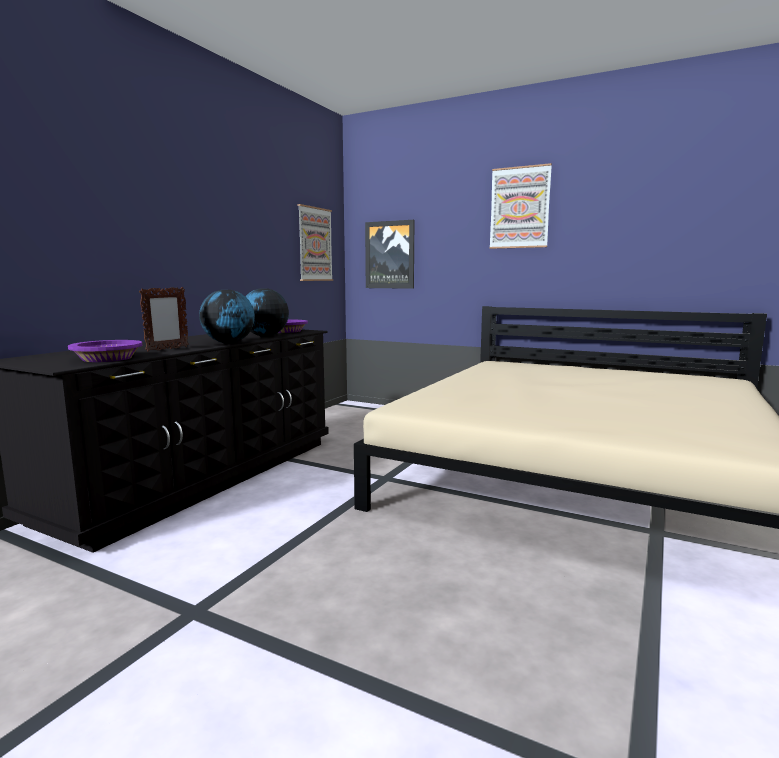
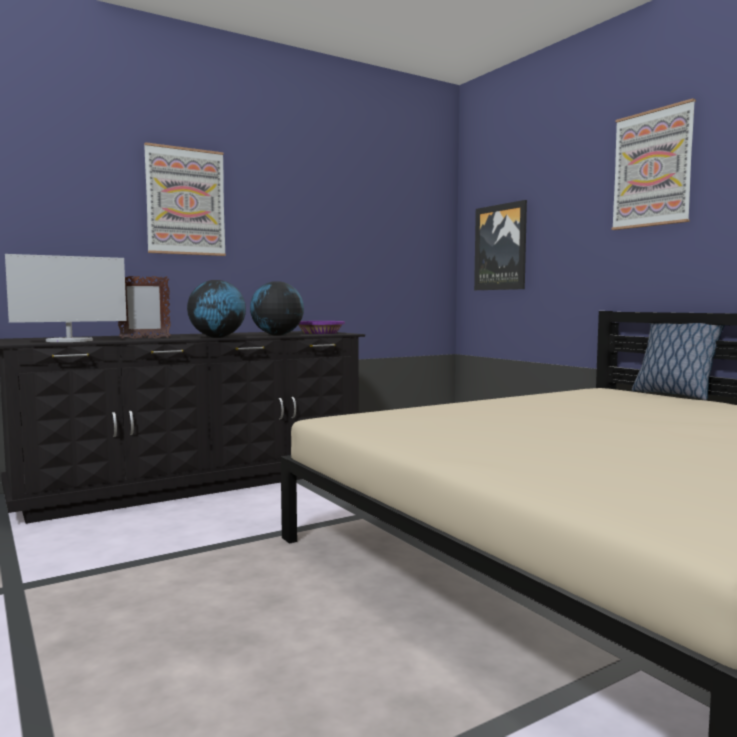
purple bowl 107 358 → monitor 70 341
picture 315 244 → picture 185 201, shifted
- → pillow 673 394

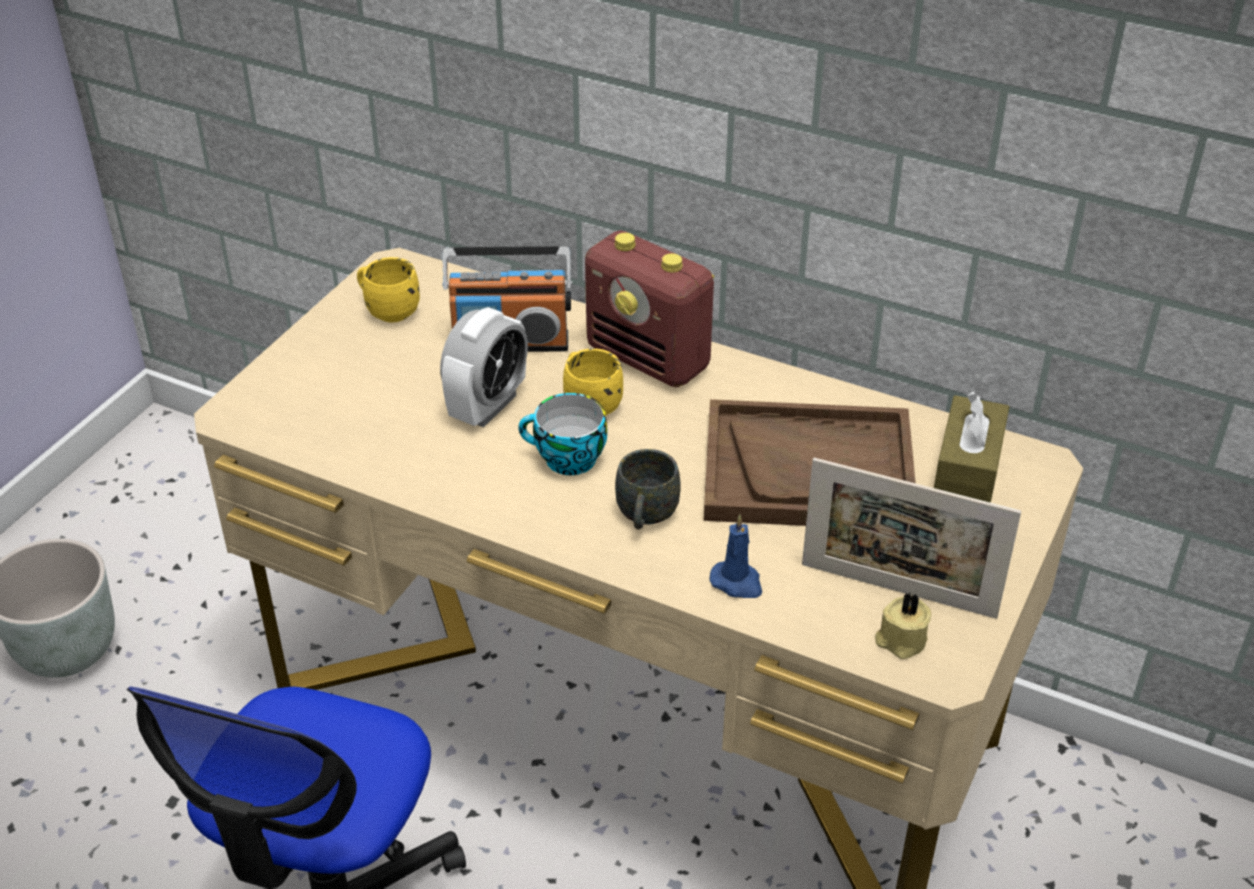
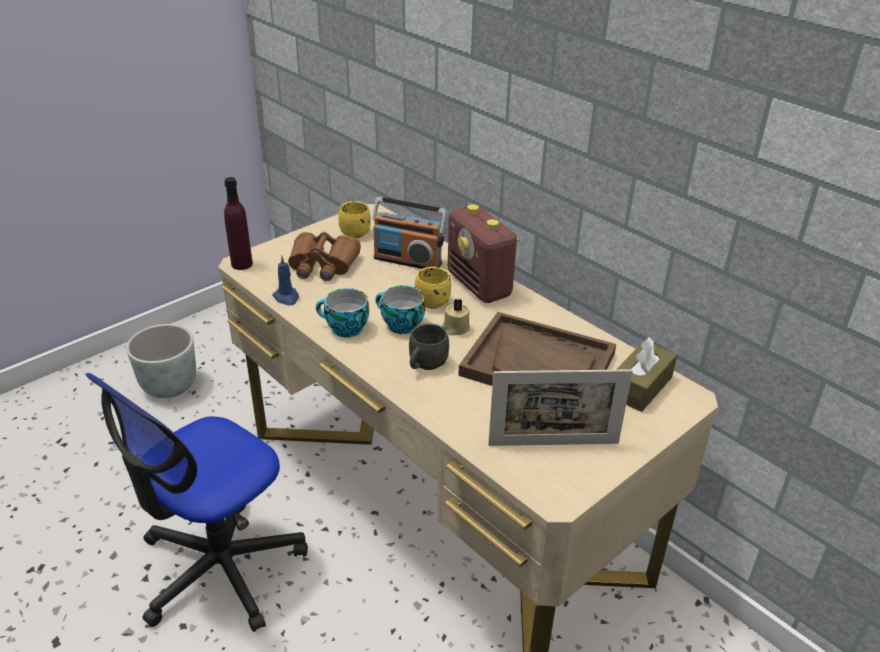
- → purple bottle 242 264
blue candle 737 582 → blue candle 286 298, shifted
- → brown binoculars 322 265
- → cup 344 329
beige candle 900 640 → beige candle 455 328, shifted
picture frame 898 590 → picture frame 553 444, 45 degrees counterclockwise
alarm clock 488 406 → -

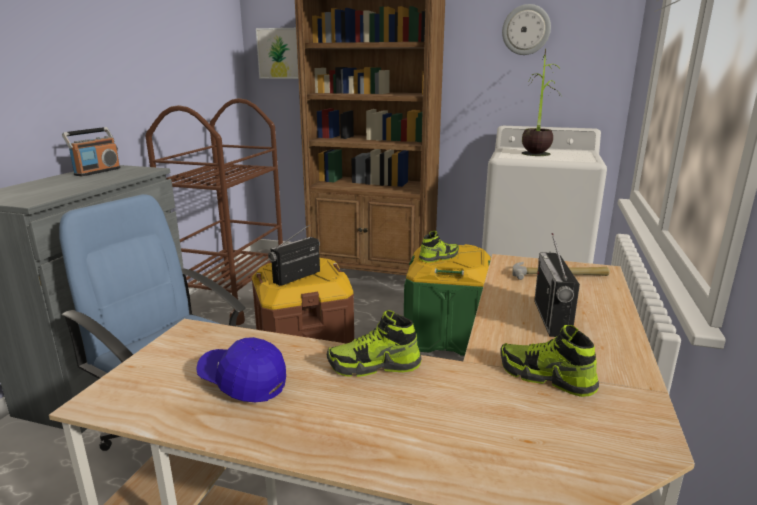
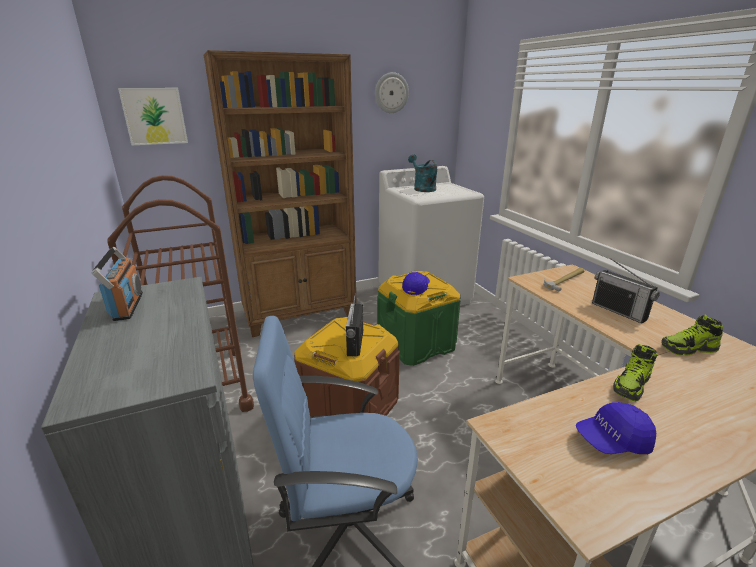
shoe 438 257 → blue cap 416 288
potted plant 536 151 → turquoise watering can 422 188

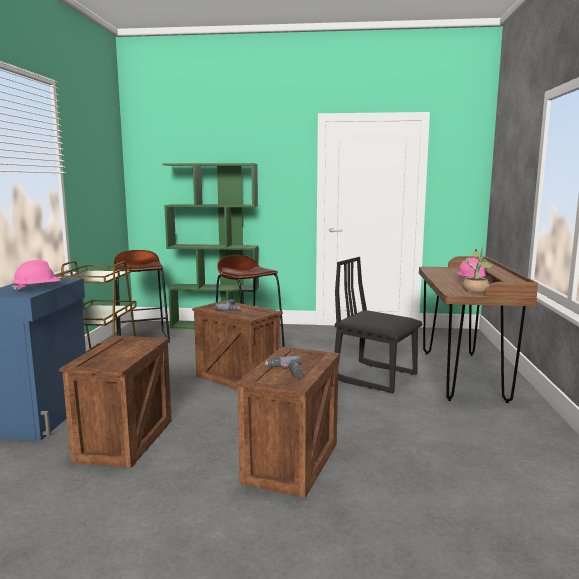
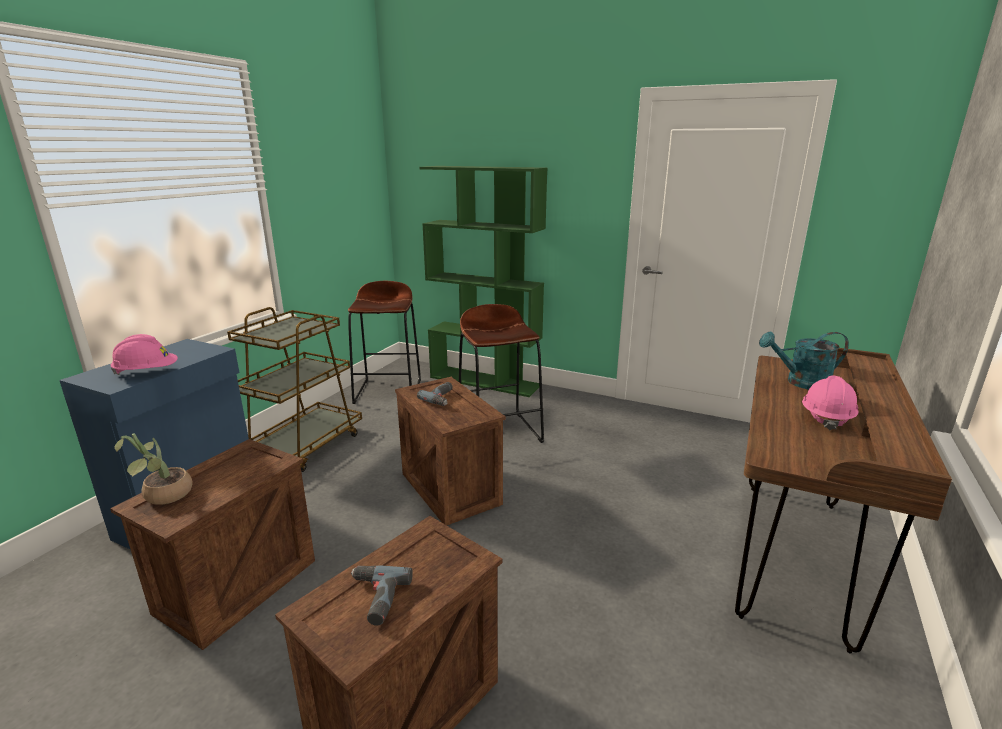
potted plant 476 290 → potted plant 163 497, shifted
- → turquoise watering can 801 383
black chair 375 377 → -

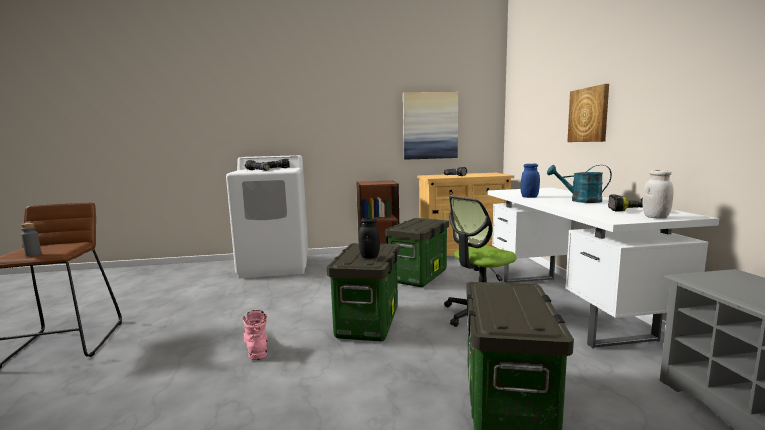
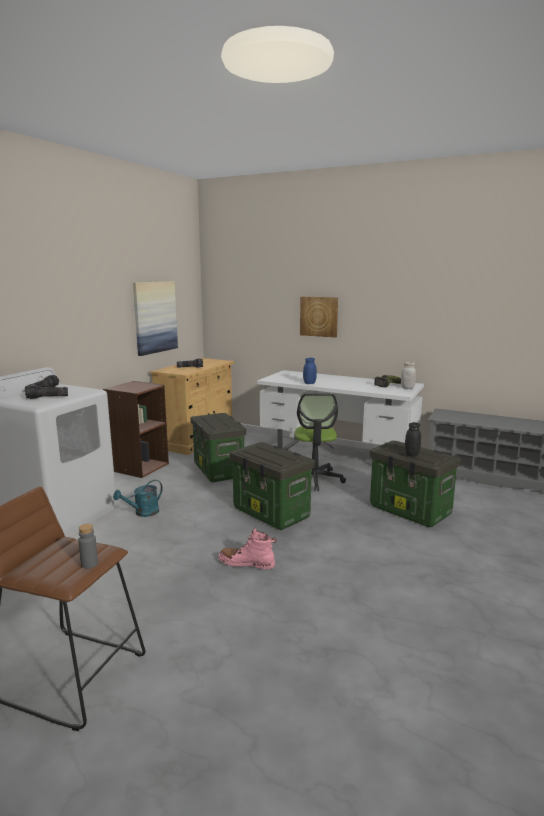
turquoise watering can 580 201 → turquoise watering can 142 513, shifted
black jar 369 256 → black jar 412 454, shifted

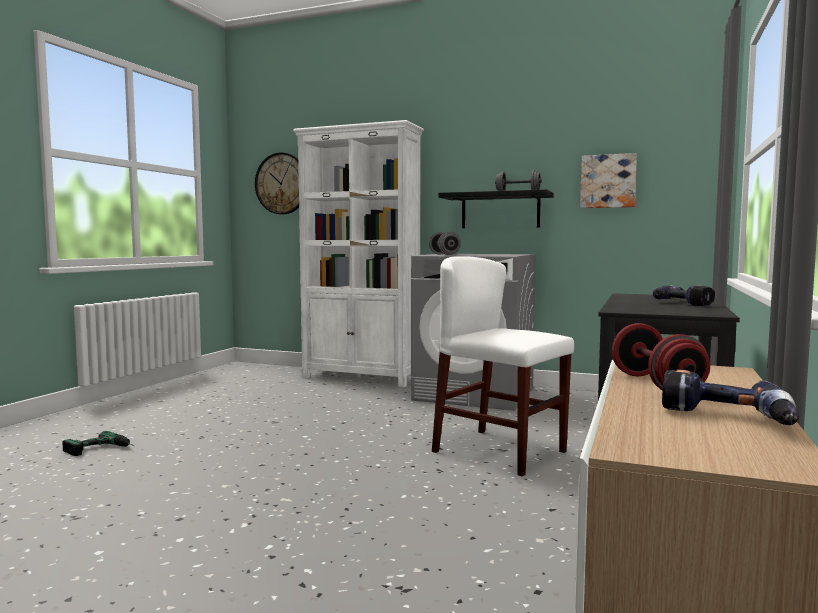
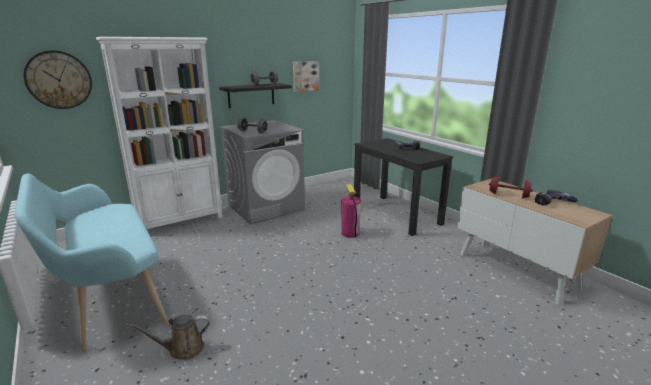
- → turquoise bench 108 297
power drill 101 450 → brown watering can 183 349
white chair 499 451 → fire extinguisher 350 233

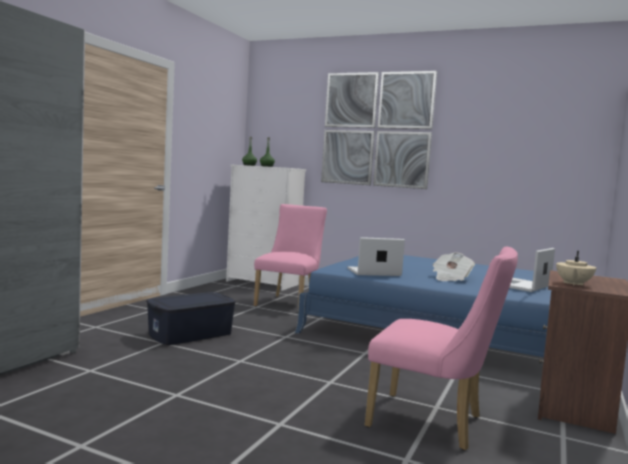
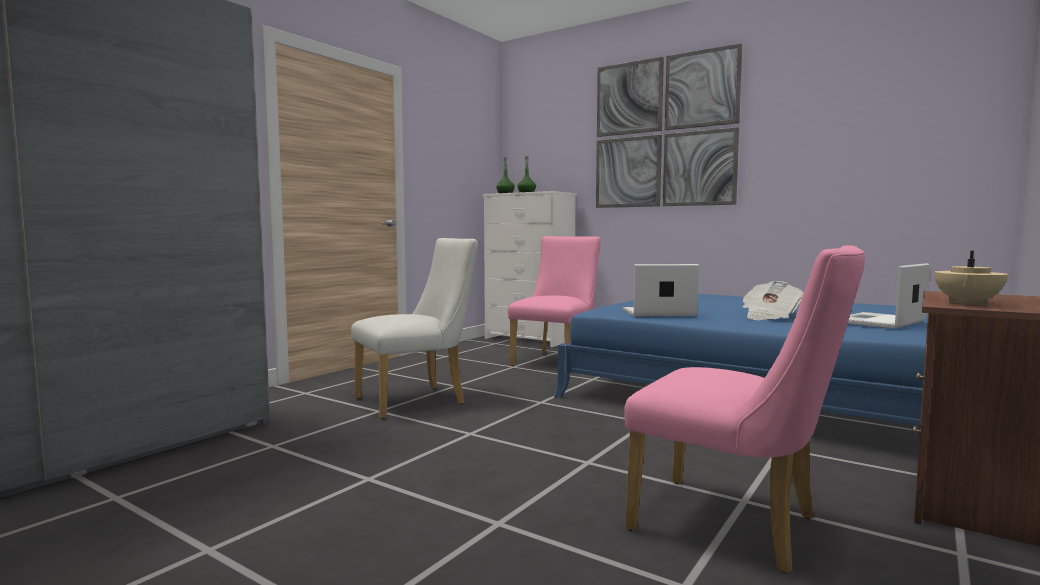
blue storage box 191 334 → white chair 418 400

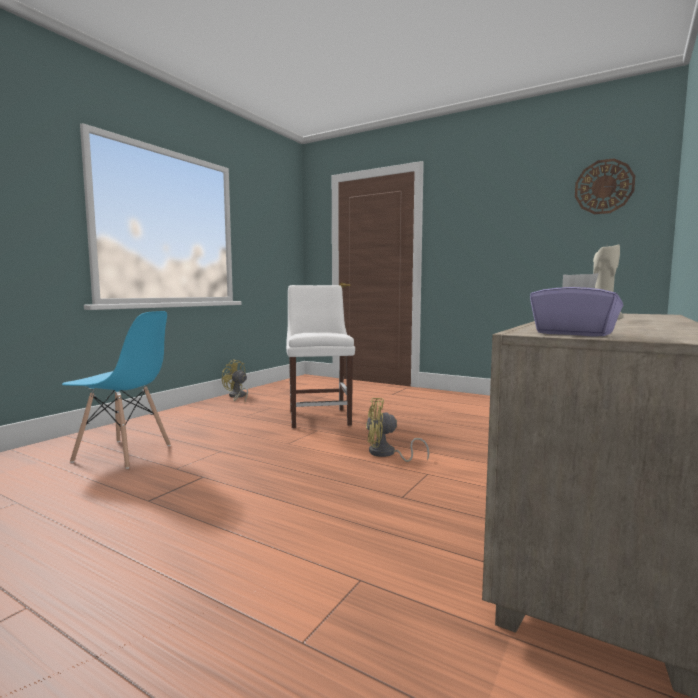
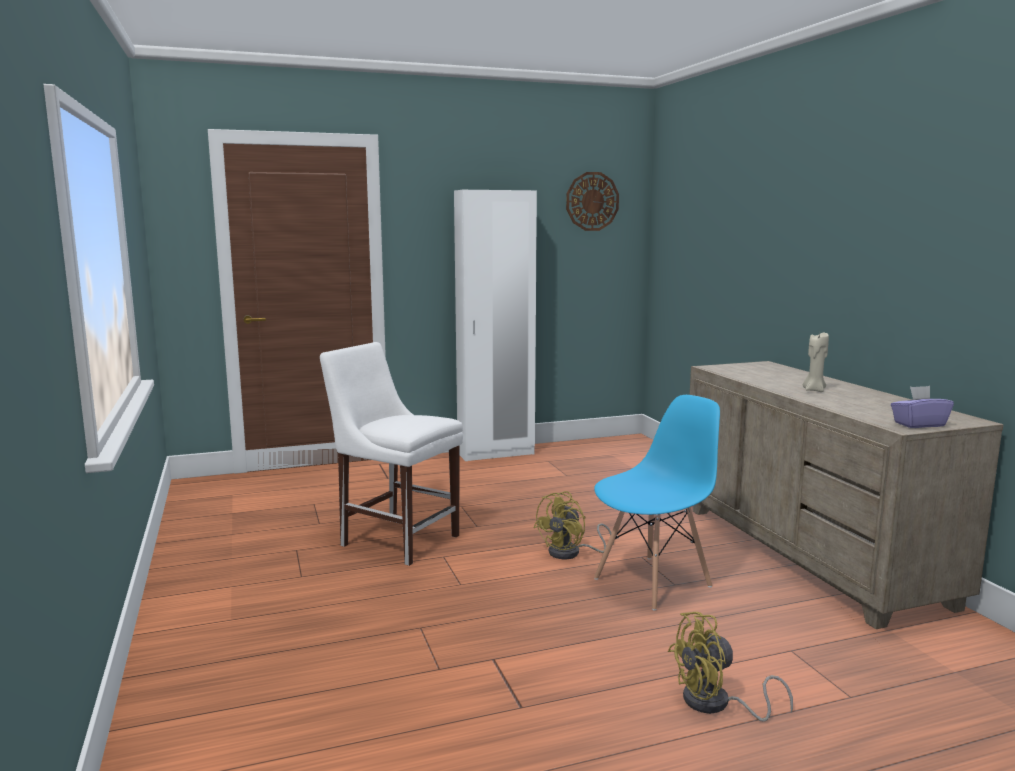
- → white wardrobe 496 454
blue chair 123 454 → blue chair 653 582, shifted
yellow fan 237 396 → yellow fan 716 704, shifted

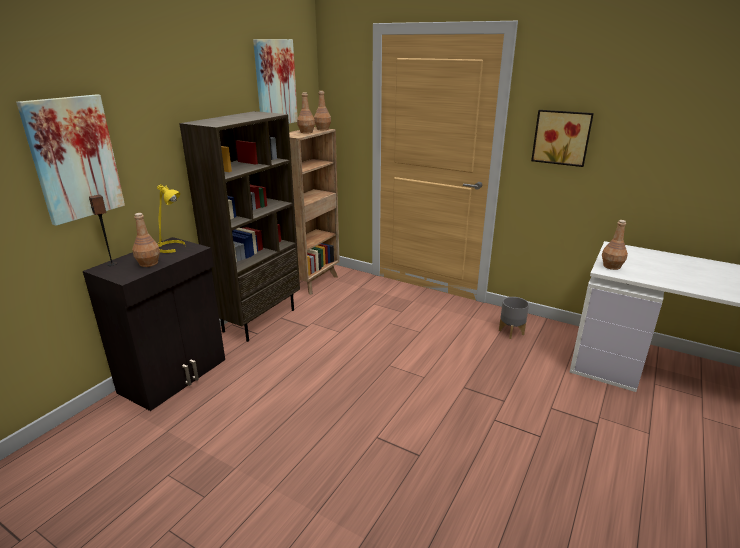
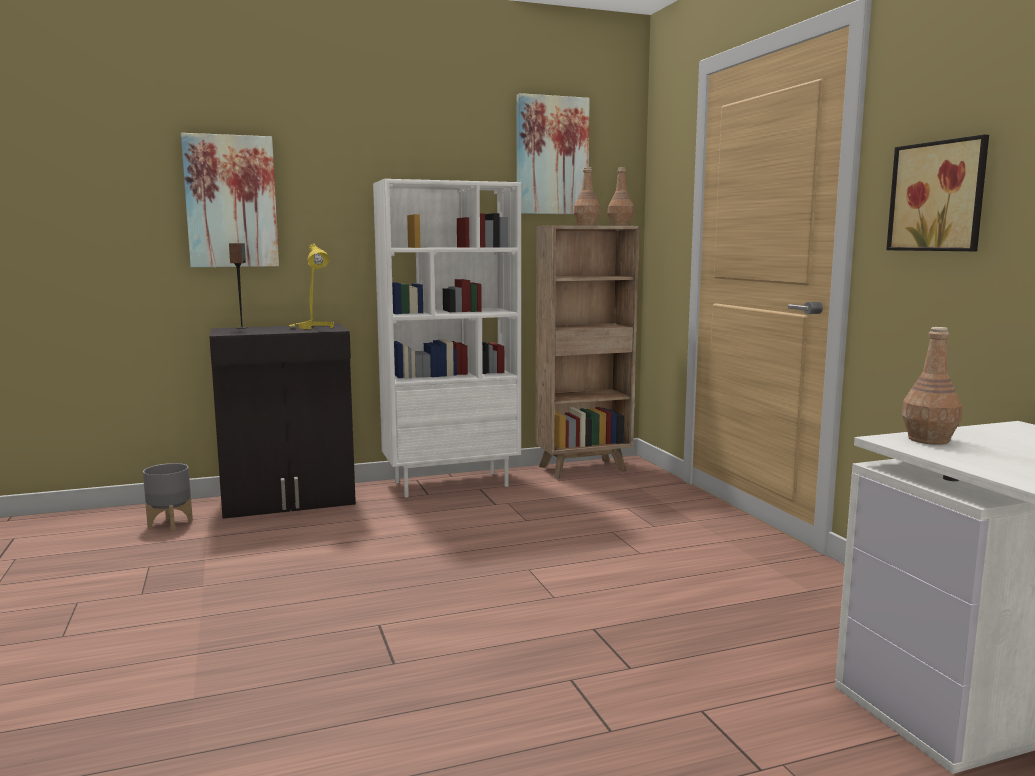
grey planter 511 332 → grey planter 171 524, shifted
brown bookcase 259 320 → white bookcase 451 484
brown bottle 148 263 → -

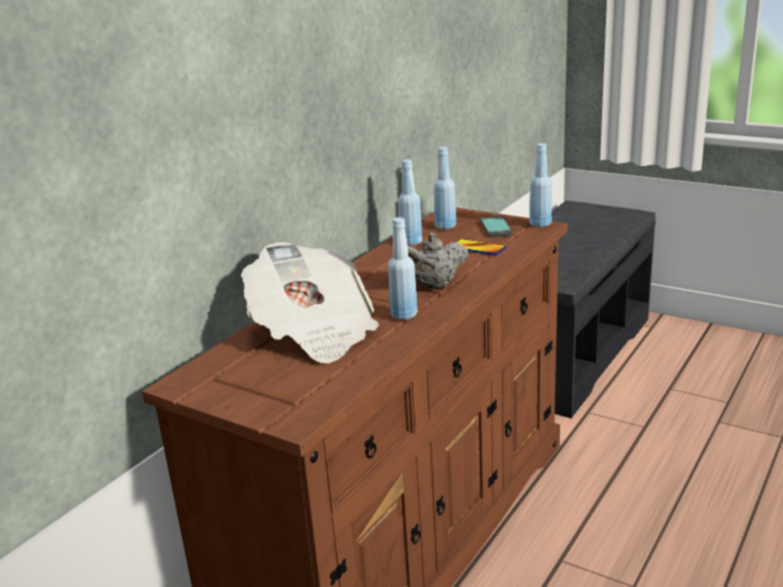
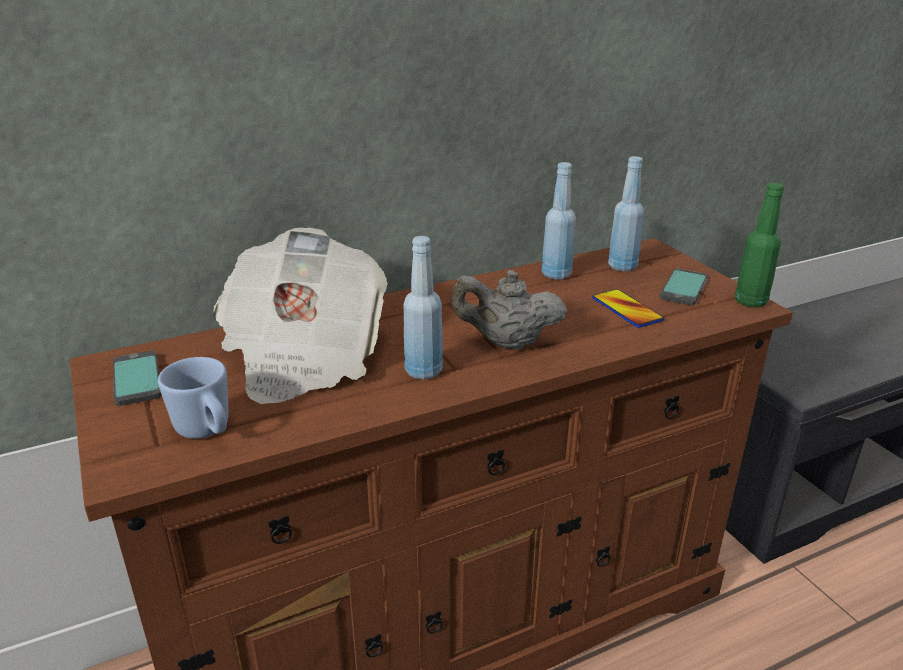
- → phone 136 379
- → blue mug 207 432
blue bottle 540 224 → green bottle 750 301

